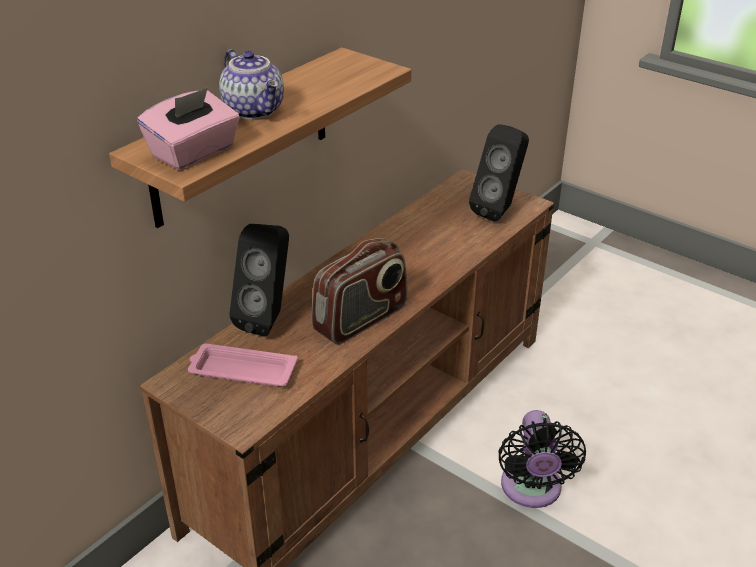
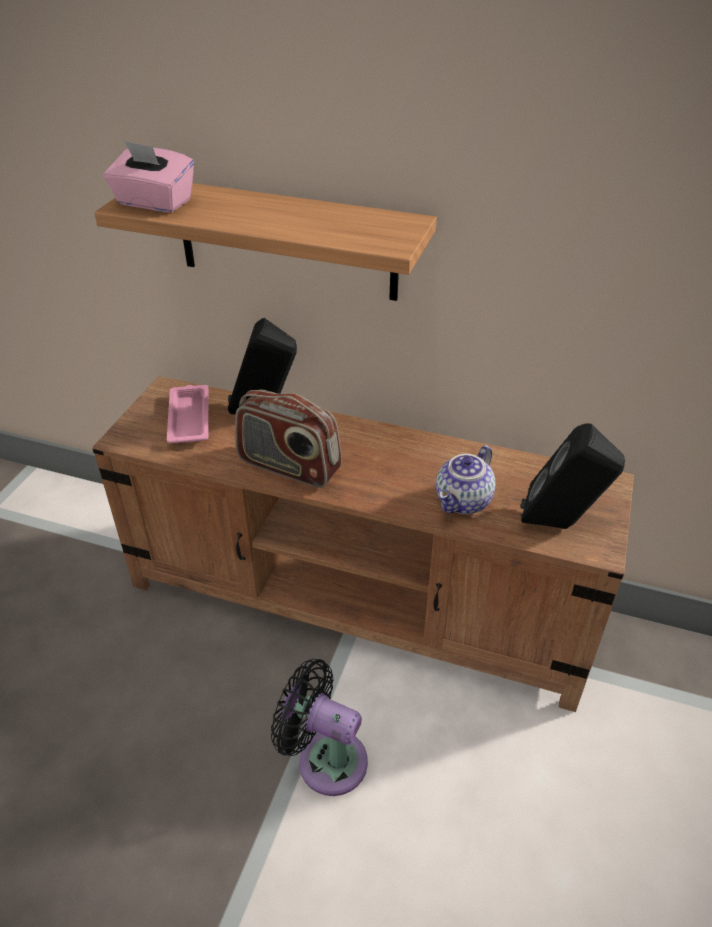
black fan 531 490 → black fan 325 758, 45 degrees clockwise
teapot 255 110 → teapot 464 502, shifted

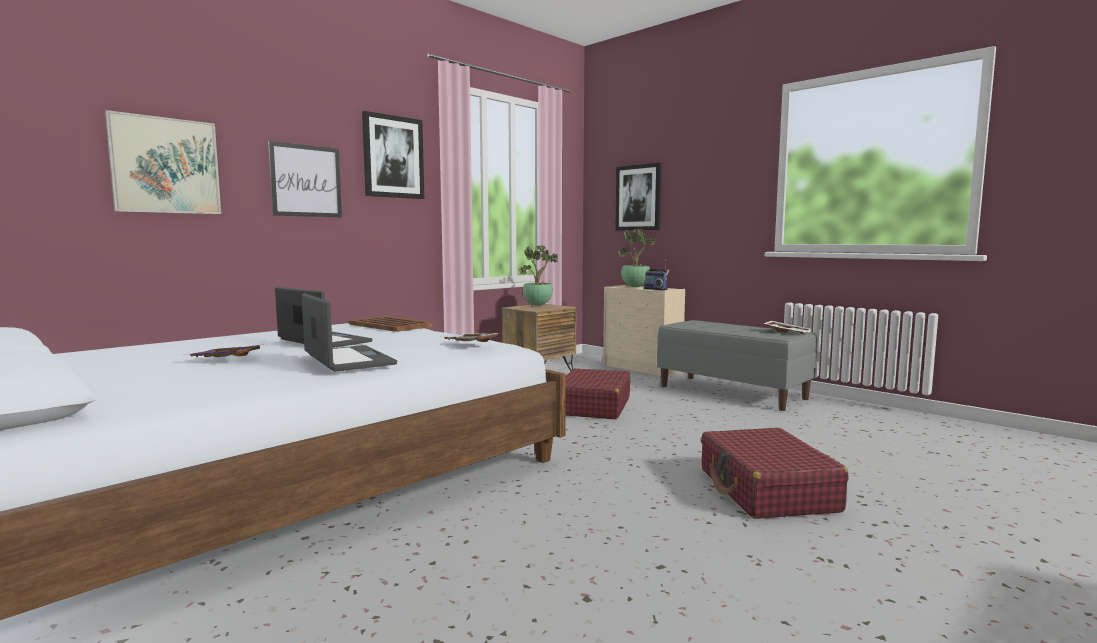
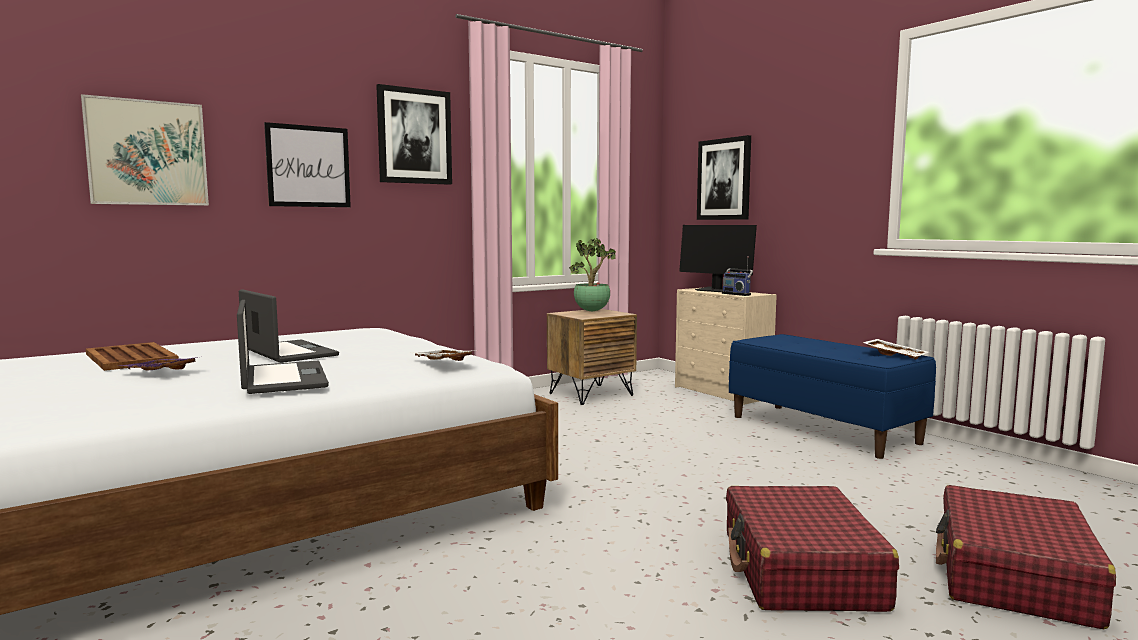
brown tray 391 325 → brown tray 131 358, shifted
potted plant 636 287 → monitor 716 290
grey bench 732 392 → blue bench 824 429
red suitcase 593 406 → red suitcase 1013 576, shifted

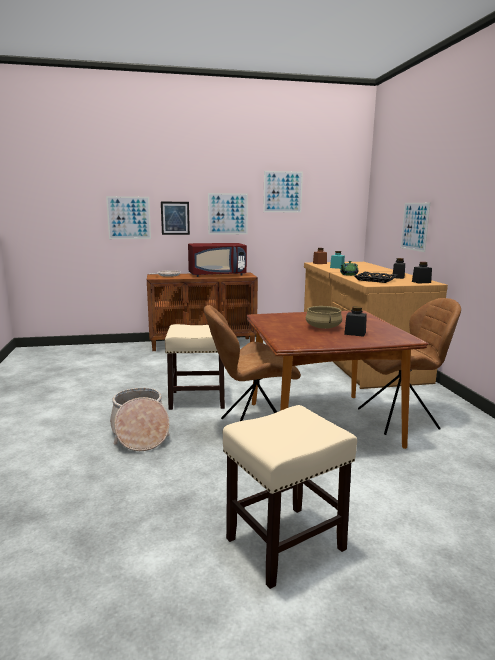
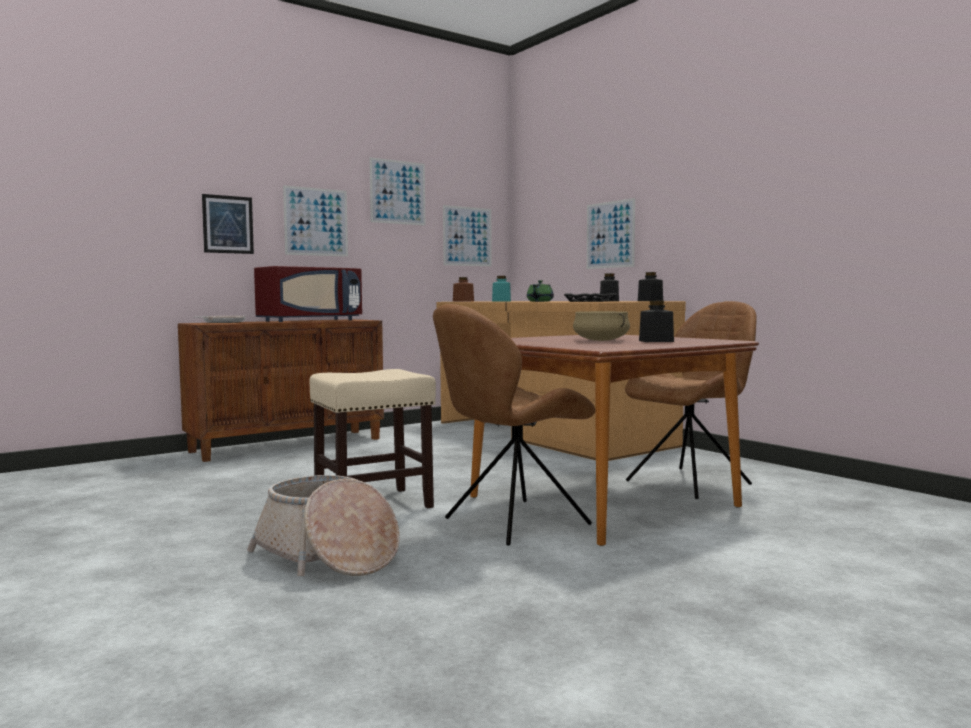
picture 129 218 → picture 467 236, shifted
beige stool 284 544 → -

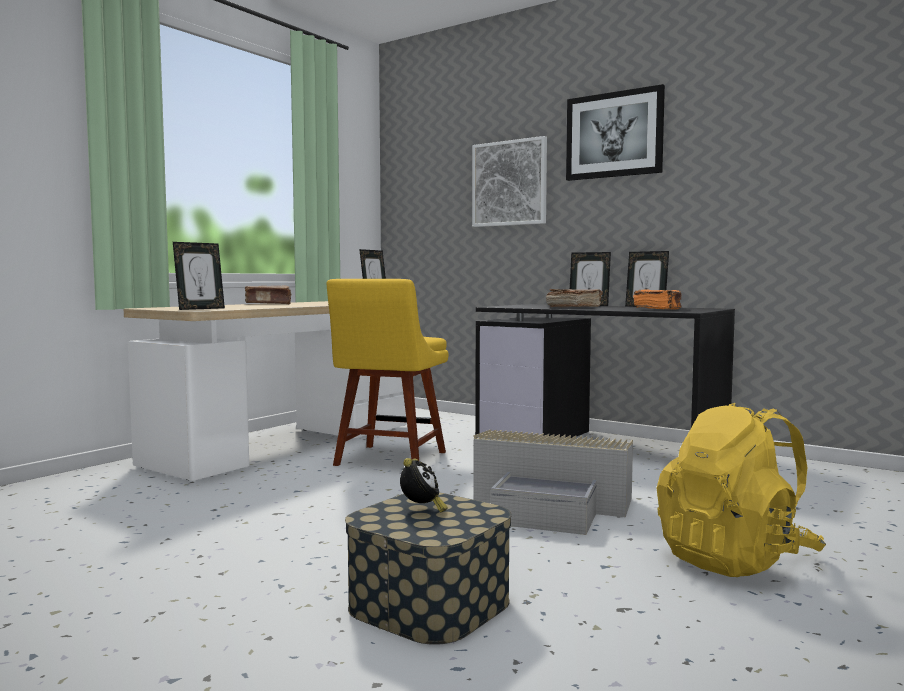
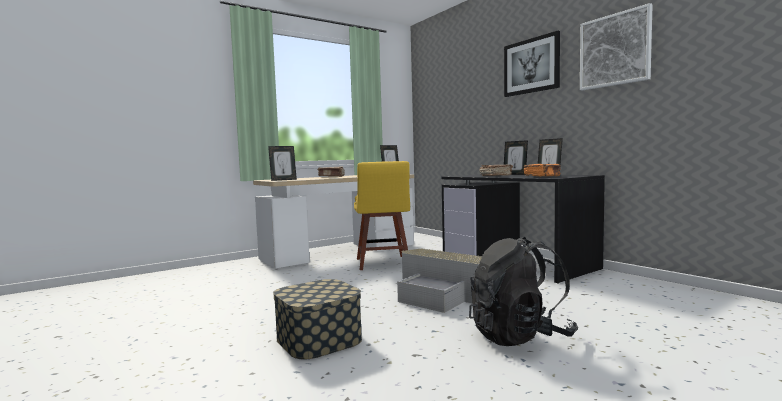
yellow chair 388 460 → yellow chair 383 263, 45 degrees counterclockwise
yellow backpack 736 559 → black backpack 520 336
picture 509 183 → picture 614 50, shifted
alarm clock 422 510 → -

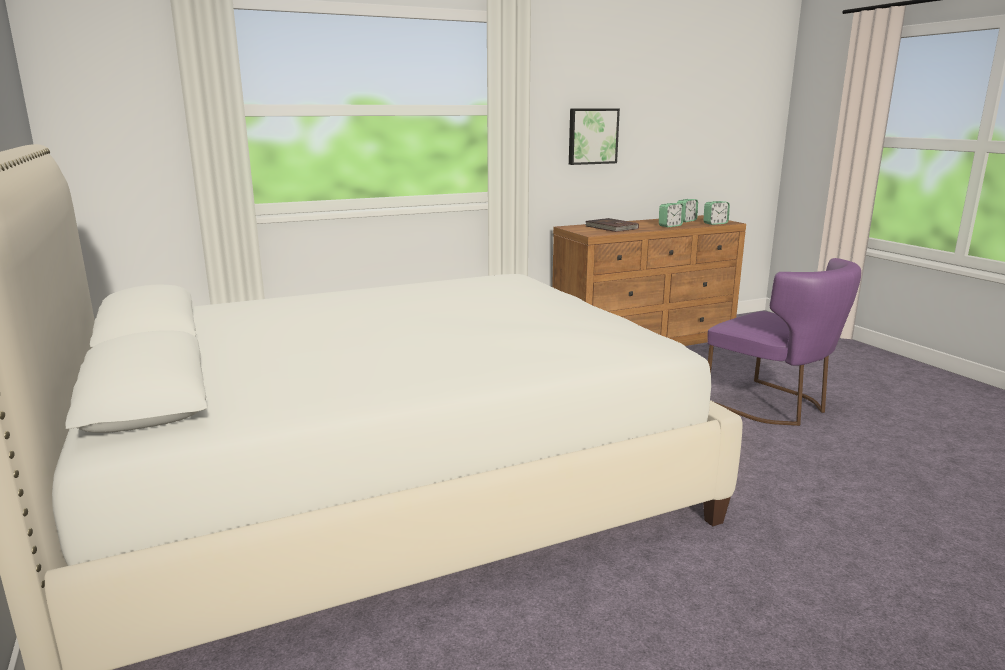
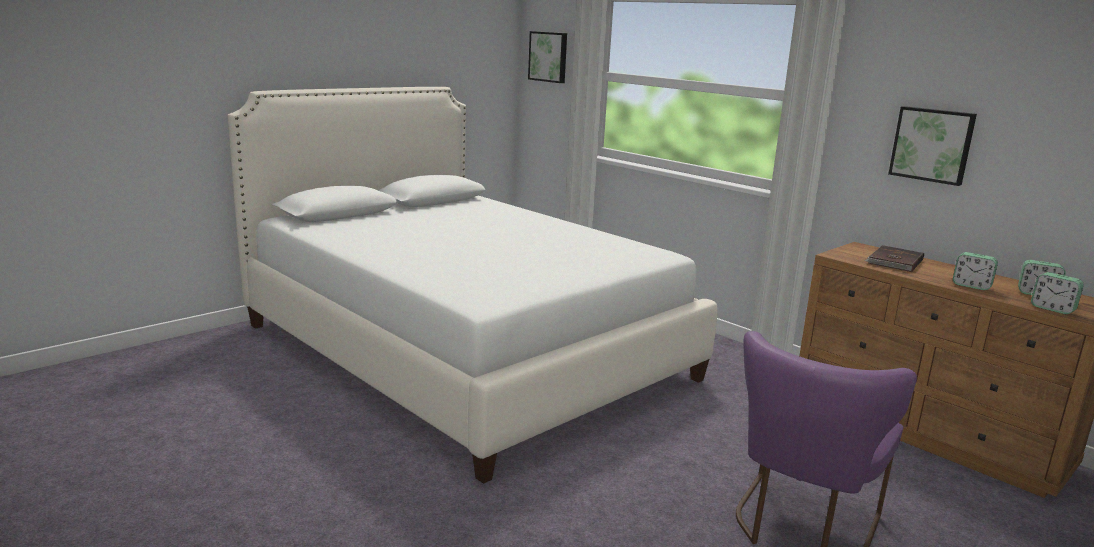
- → picture 549 57

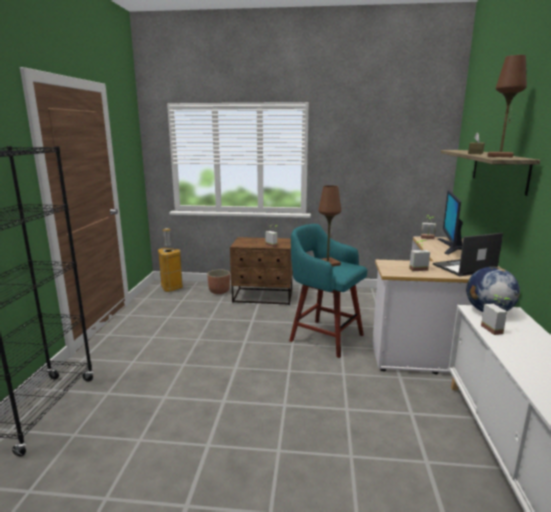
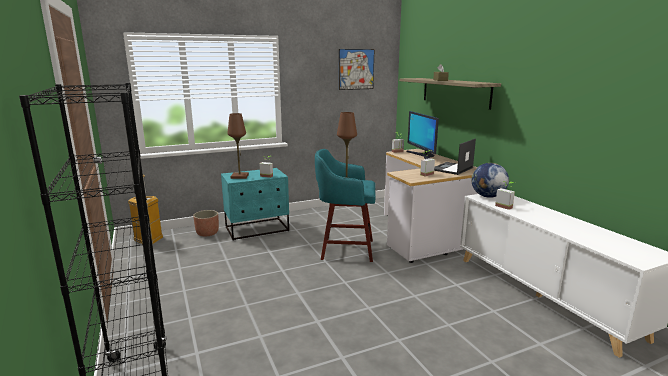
brown nightstand 263 297 → turquoise nightstand 257 229
brown table lamp 500 156 → brown table lamp 239 176, shifted
- → picture 356 69

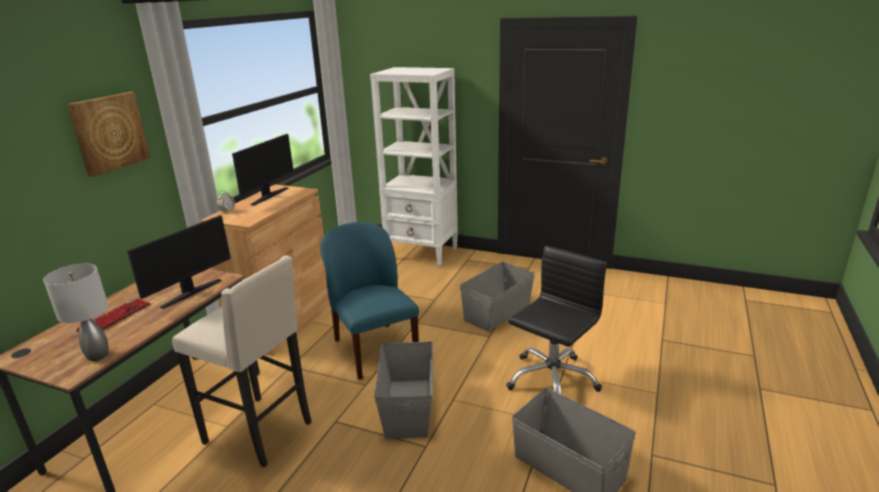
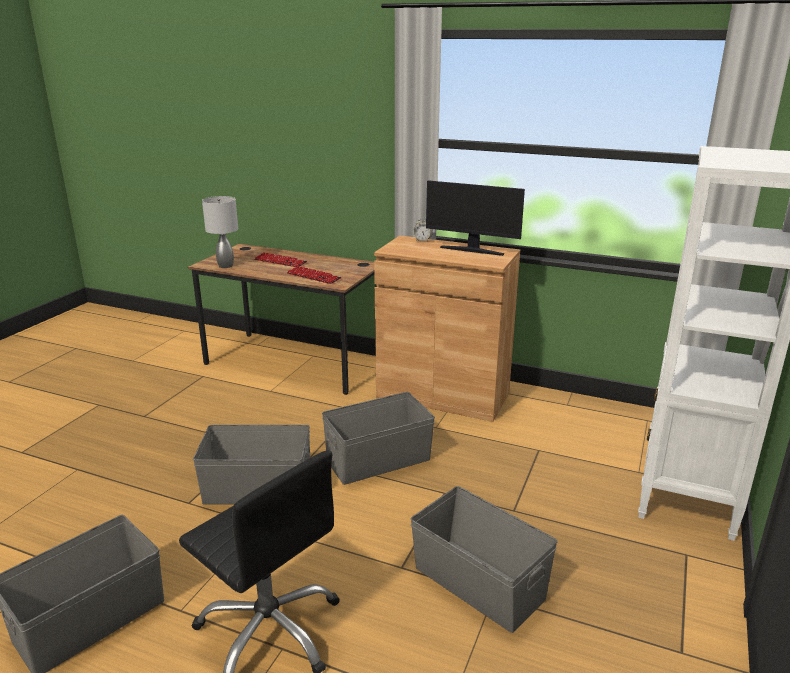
monitor 190 293 → keyboard 313 276
blue chair 374 349 → grey storage box 379 460
picture 109 132 → -
beige stool 261 432 → -

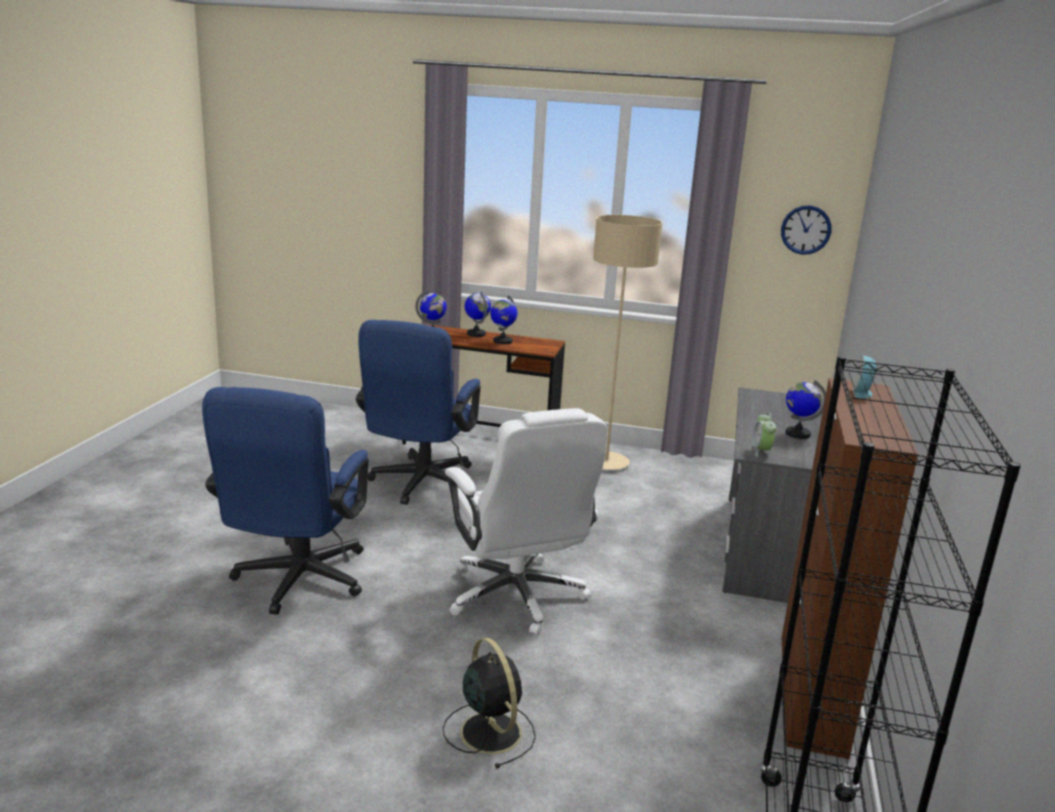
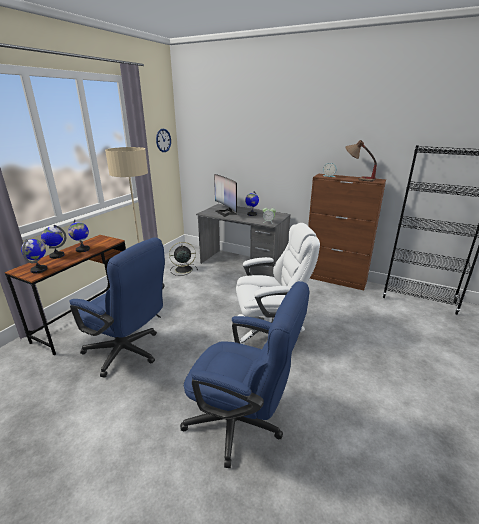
black fan 489 731 → black fan 182 269, shifted
- → monitor 226 212
- → table lamp 357 179

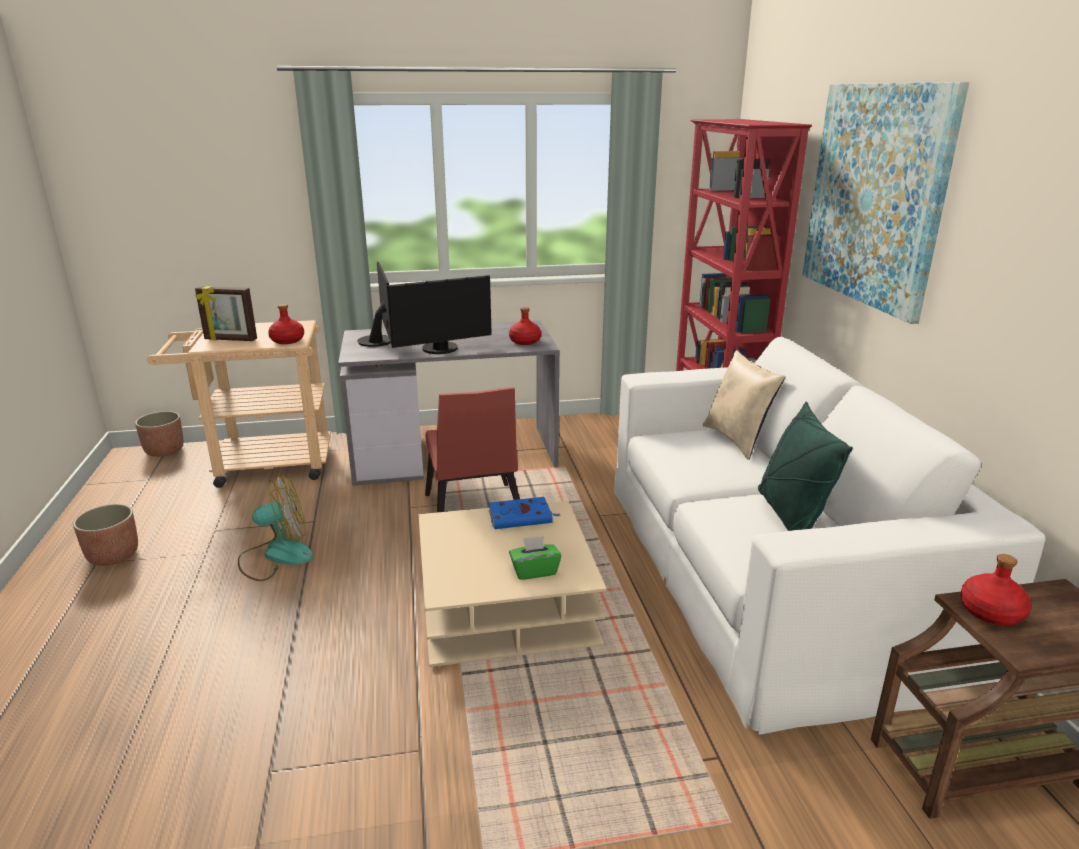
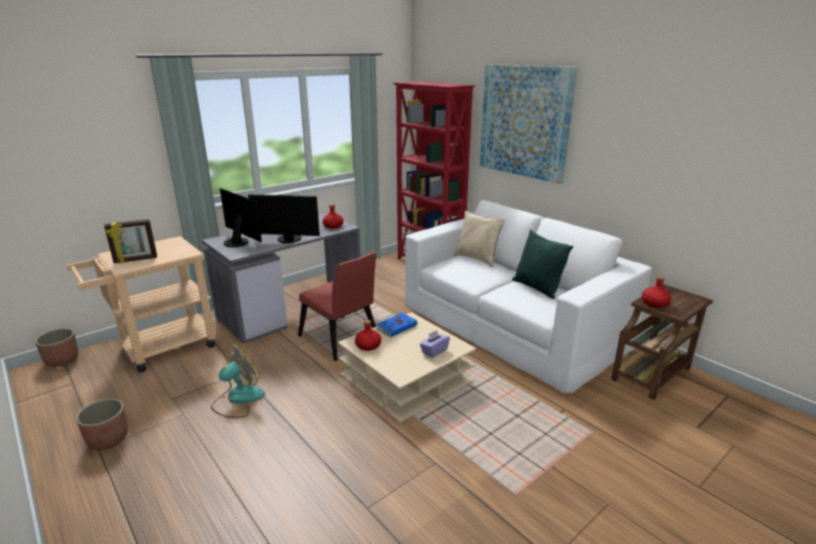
monitor 441 349 → monitor 288 240, 60 degrees clockwise
red bottle 288 340 → red bottle 368 345, shifted
green tissue box 534 571 → purple tissue box 434 351

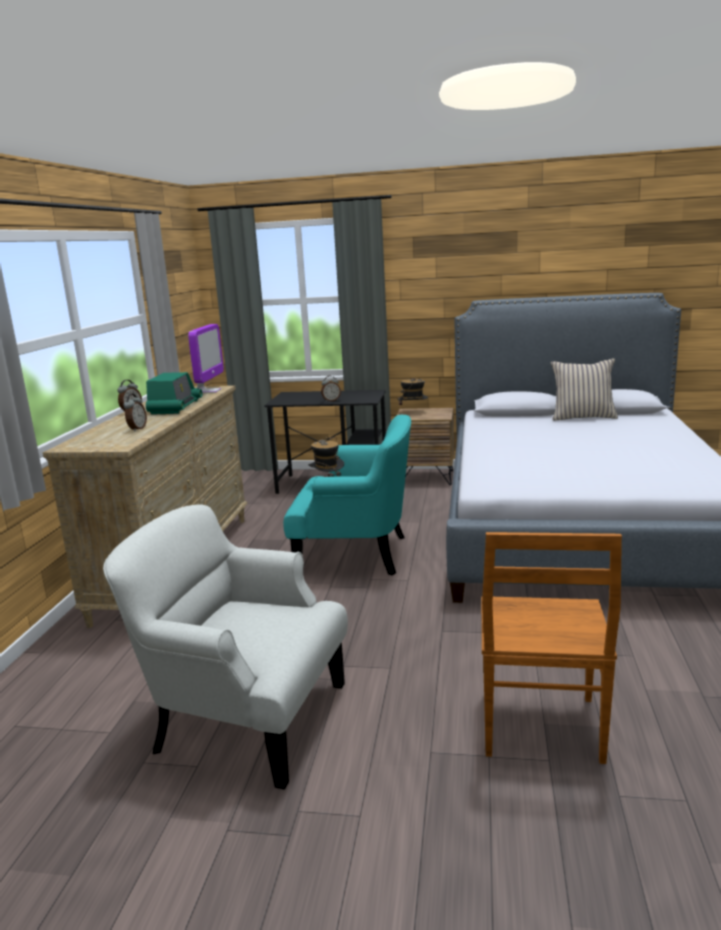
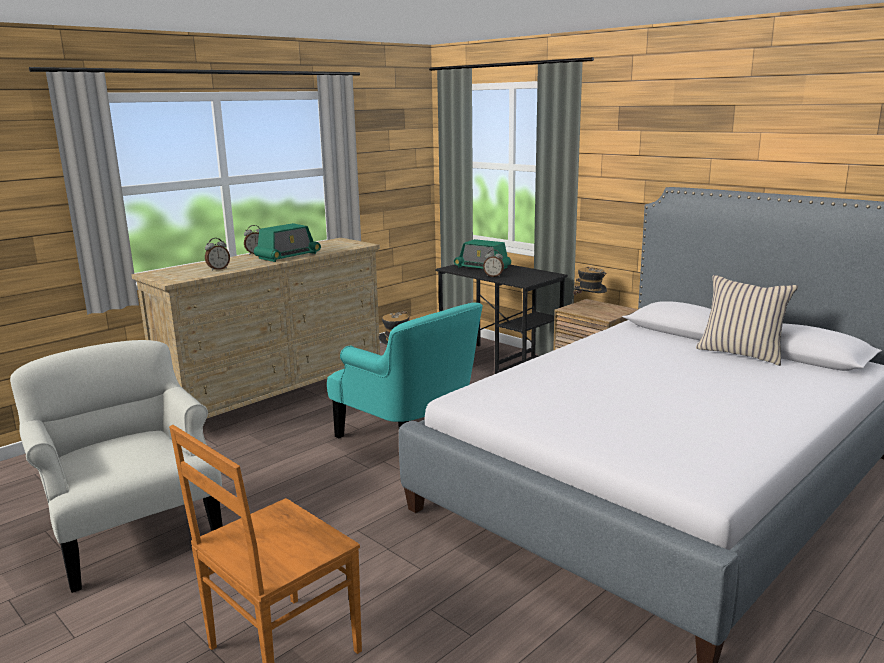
- → radio 482 267
monitor 209 391 → -

